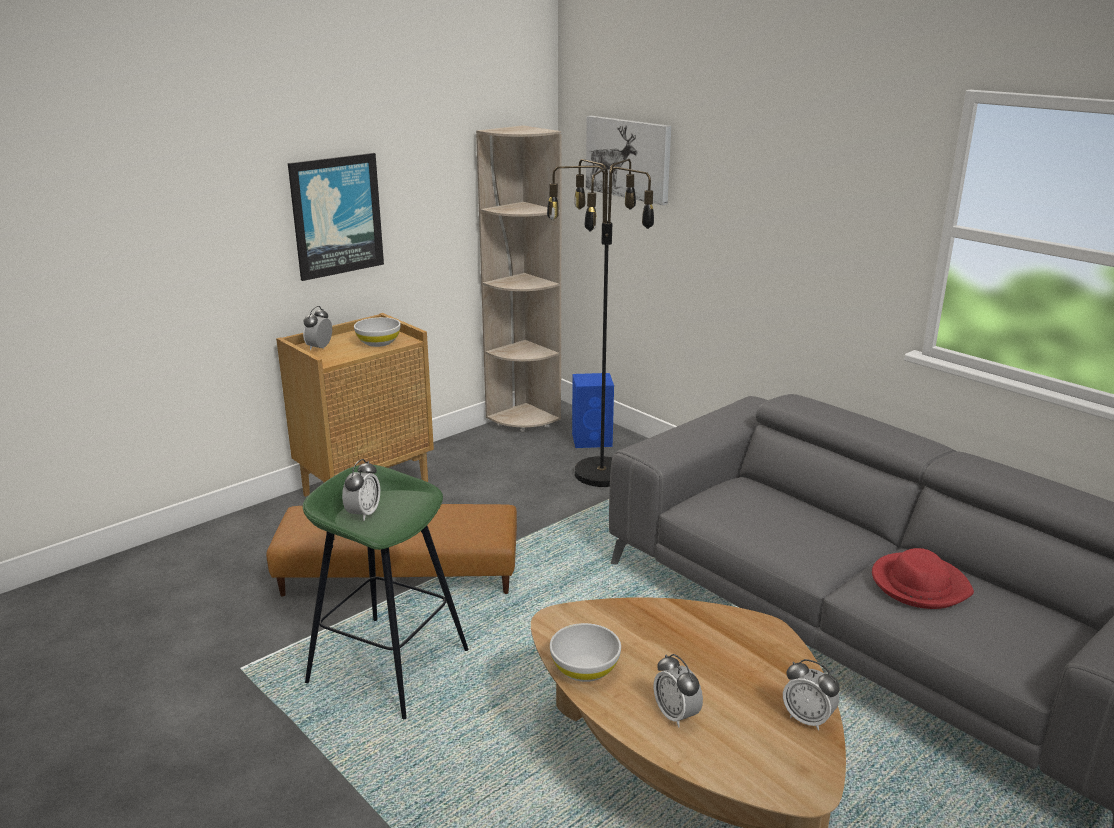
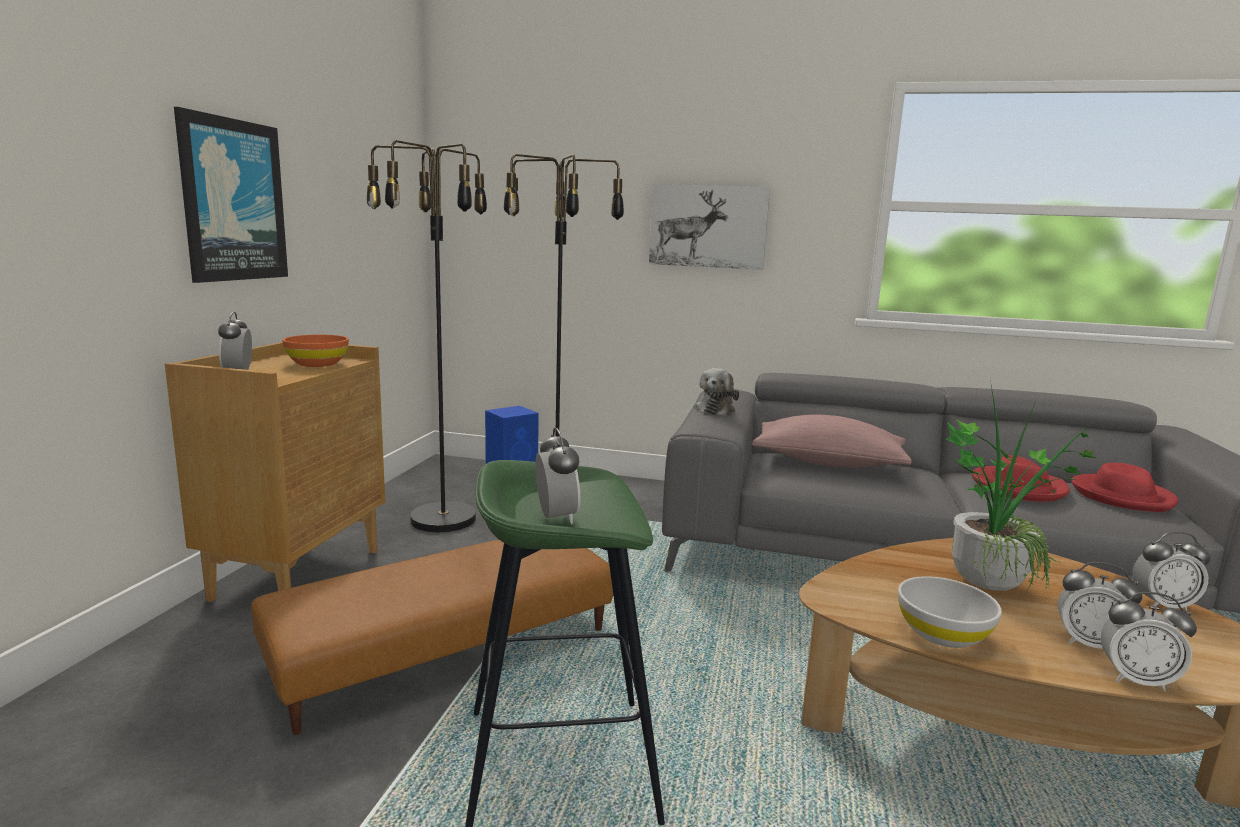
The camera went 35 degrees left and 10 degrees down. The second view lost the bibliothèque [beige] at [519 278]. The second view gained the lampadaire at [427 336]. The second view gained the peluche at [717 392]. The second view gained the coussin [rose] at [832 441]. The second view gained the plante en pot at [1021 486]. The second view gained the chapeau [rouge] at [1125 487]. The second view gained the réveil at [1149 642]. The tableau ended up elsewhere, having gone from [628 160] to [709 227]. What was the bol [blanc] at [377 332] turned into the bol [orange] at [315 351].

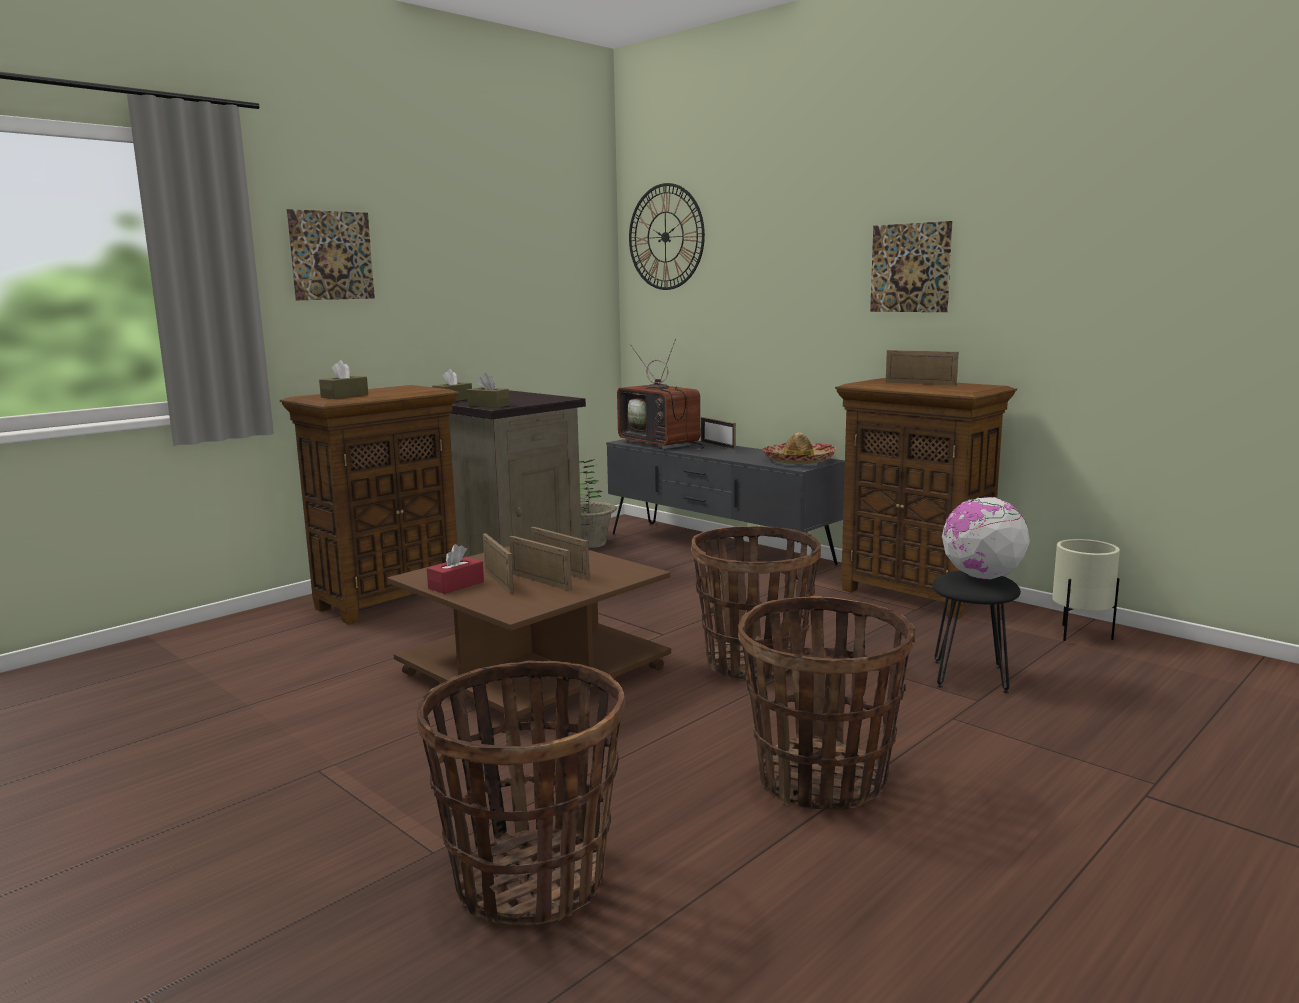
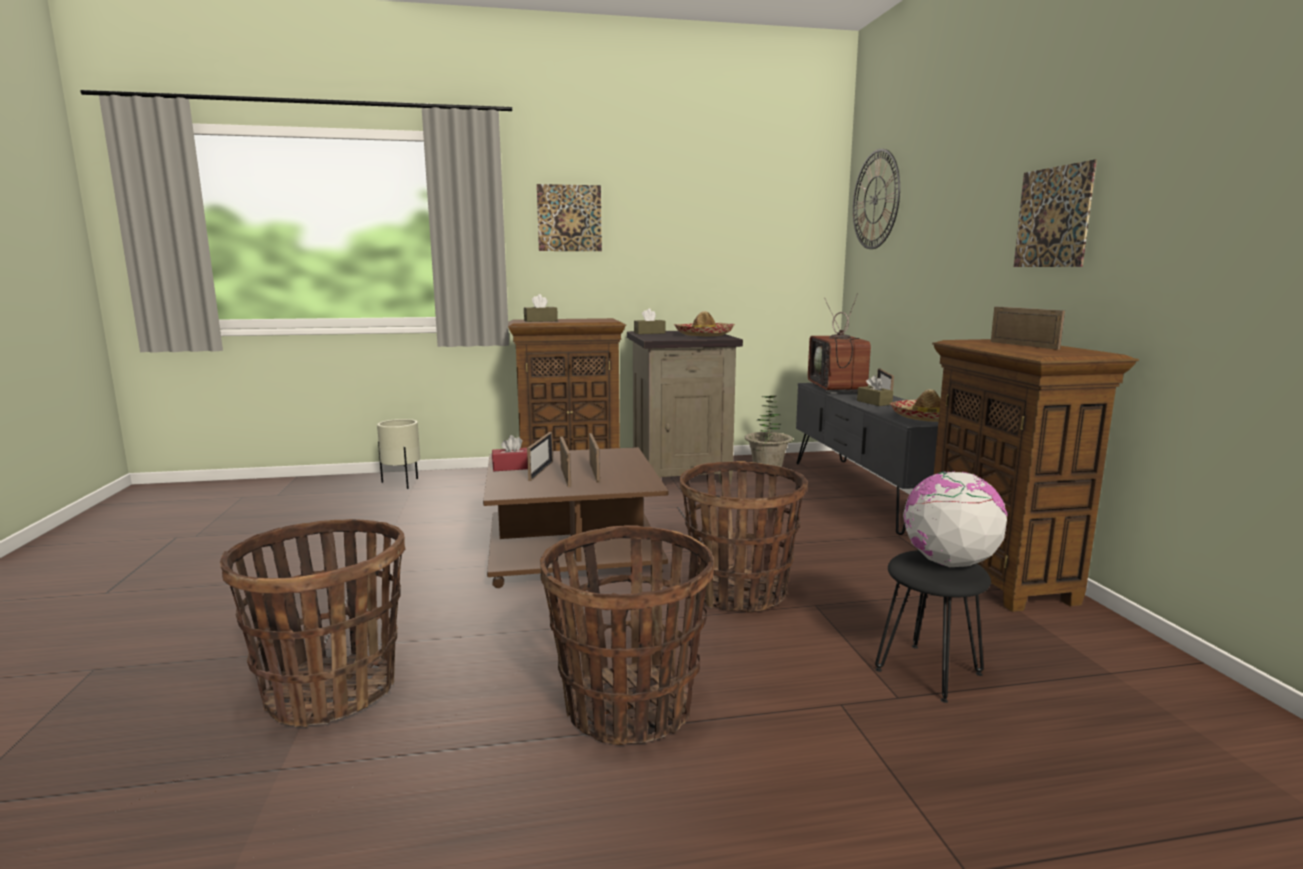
The camera went 35 degrees right and 0 degrees up. The second view gained the chapeau at [704 324]. The boîte à mouchoirs [marron] ended up elsewhere, having gone from [488 390] to [875 390]. The cache-pot [beige] ended up elsewhere, having gone from [1086 590] to [398 454].

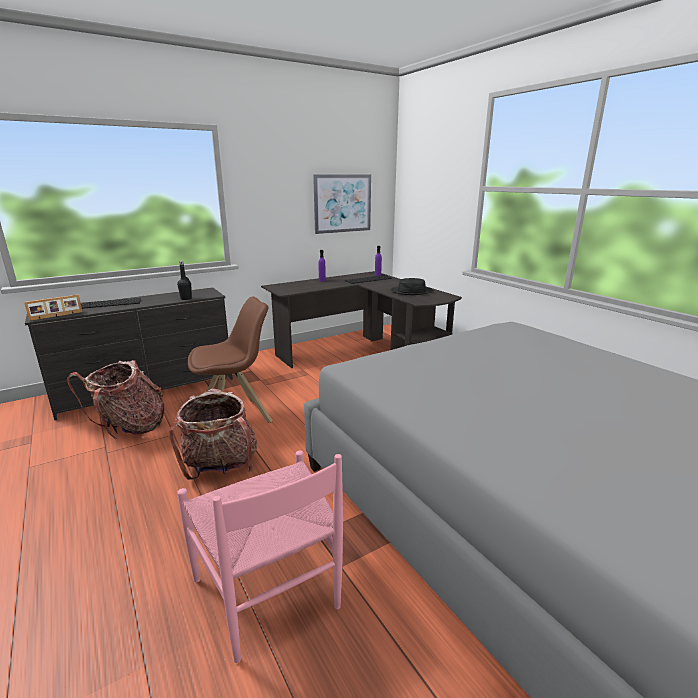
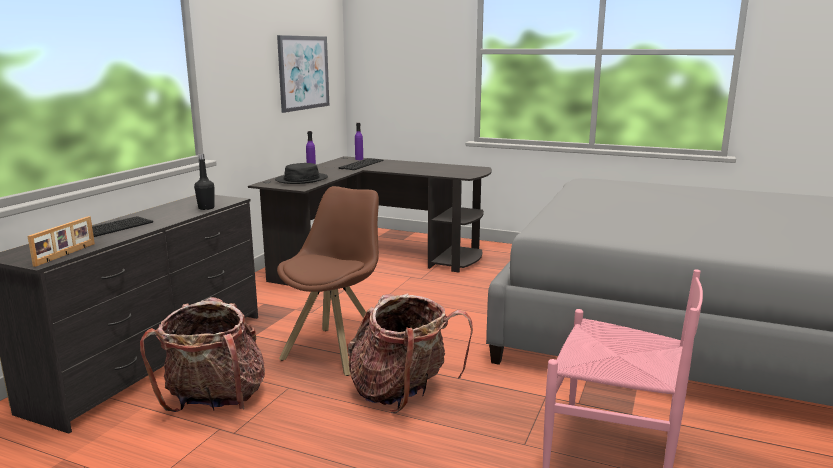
The camera went 35 degrees left and 5 degrees down. The chapeau [noir] ended up elsewhere, having gone from [412 286] to [301 173].

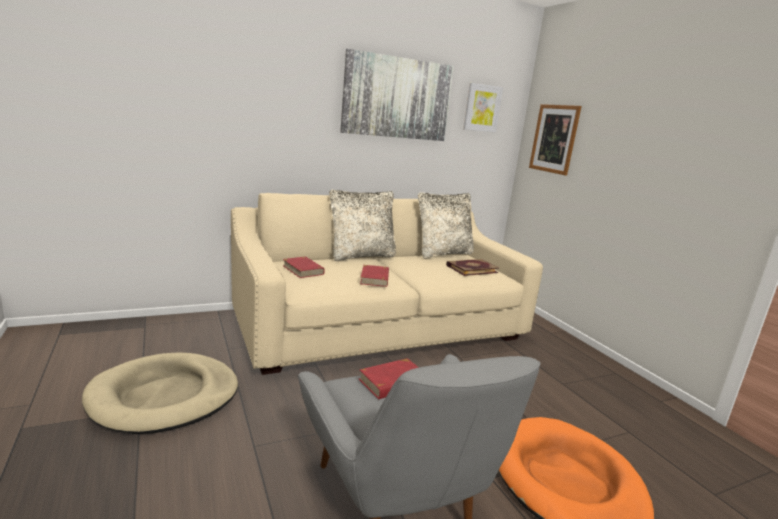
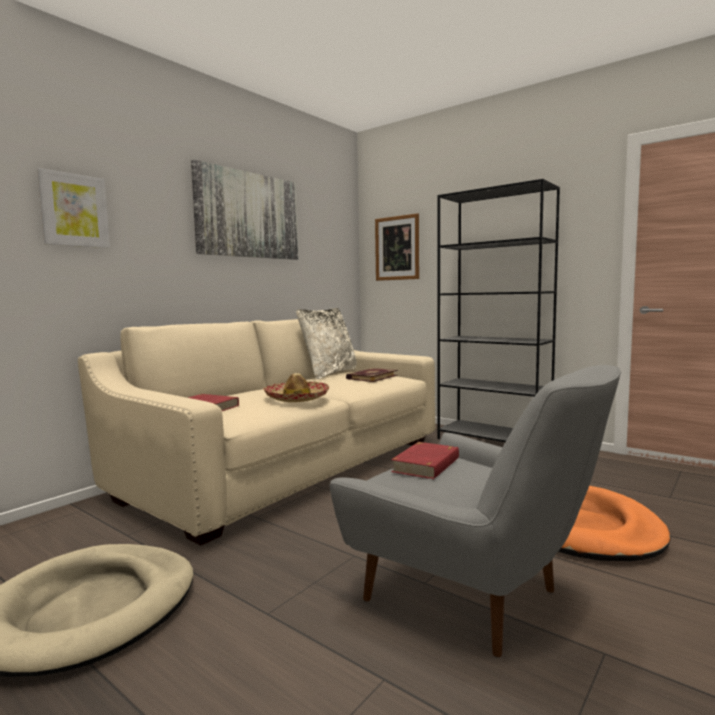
The camera went 25 degrees left and 10 degrees down. The second view lost the coussin [beige] at [362 225]. The second view gained the bibliothèque [noir] at [498 310]. The tableau ended up elsewhere, having gone from [483 107] to [73 208]. Where the livre [rouge] stood at [374 276], the chapeau came to stand at [296 387].

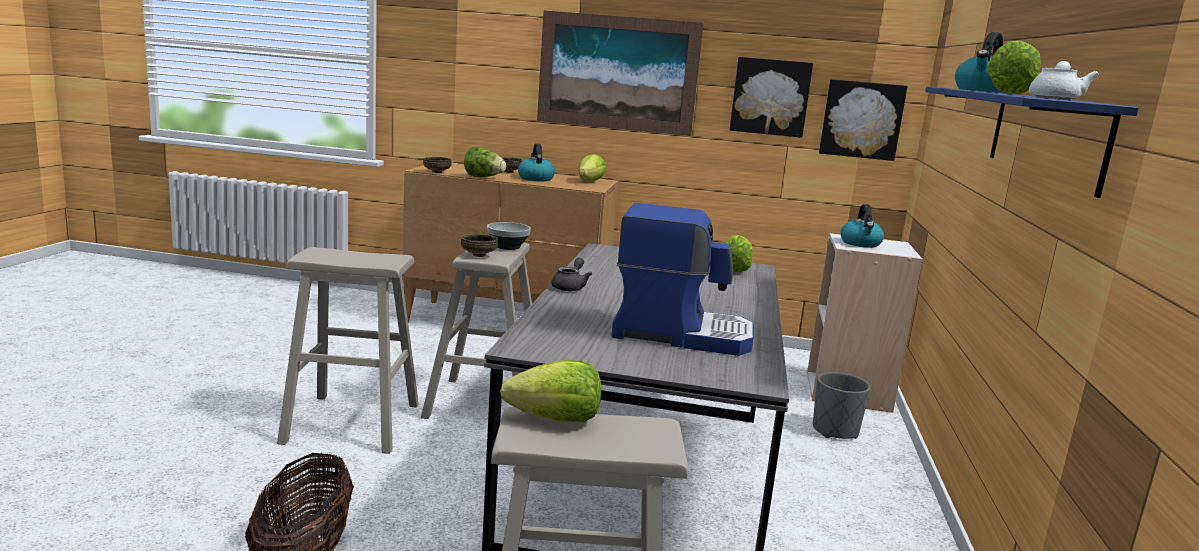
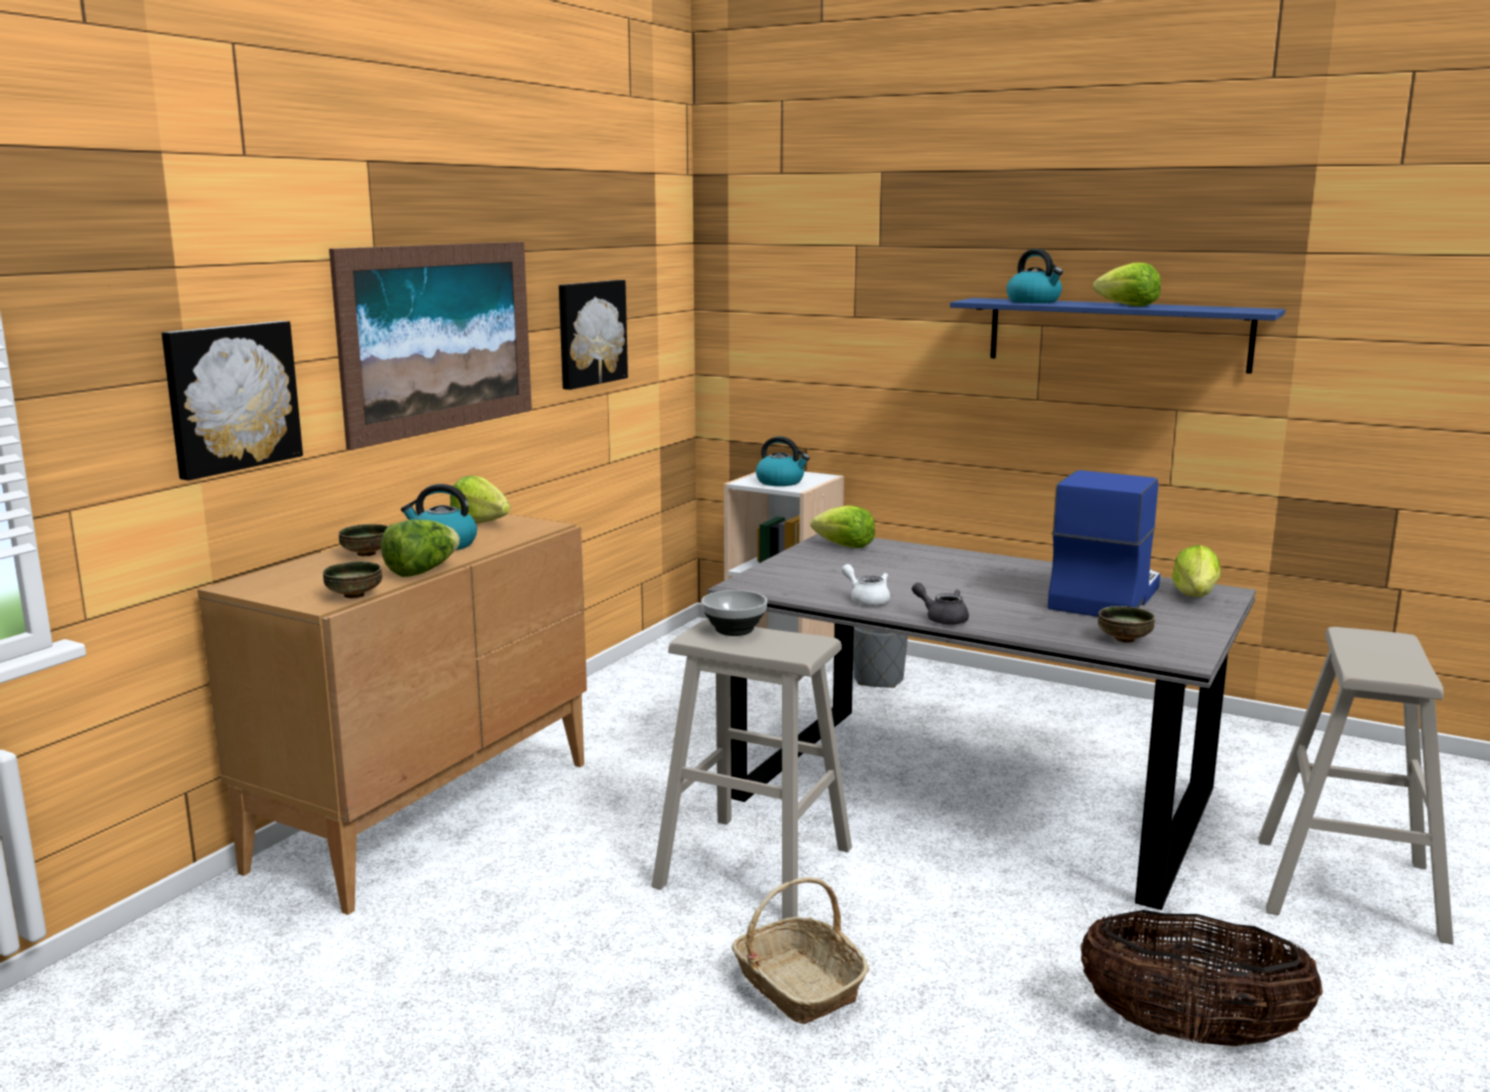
The camera went 70 degrees left and 0 degrees up. The bol ended up elsewhere, having gone from [479 245] to [1126 624]. The laitue ended up elsewhere, having gone from [550 391] to [1196 571]. The tableau ended up elsewhere, having gone from [863 120] to [232 401]. The théière [blanc] ended up elsewhere, having gone from [1064 80] to [865 585]. Where the tabouret [beige] stood at [348 350], the panier came to stand at [800 950].

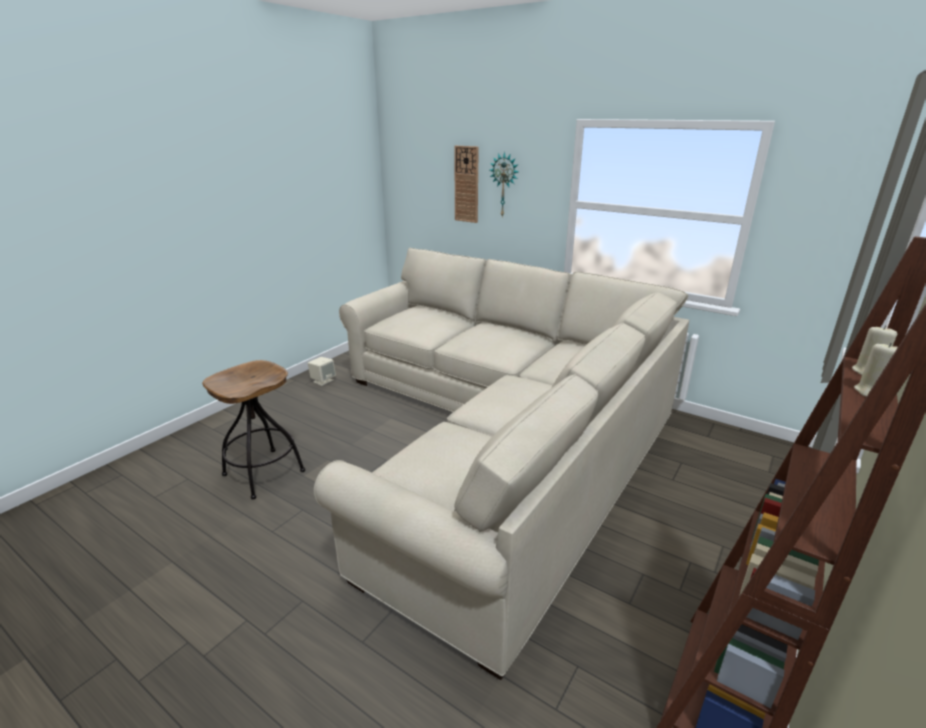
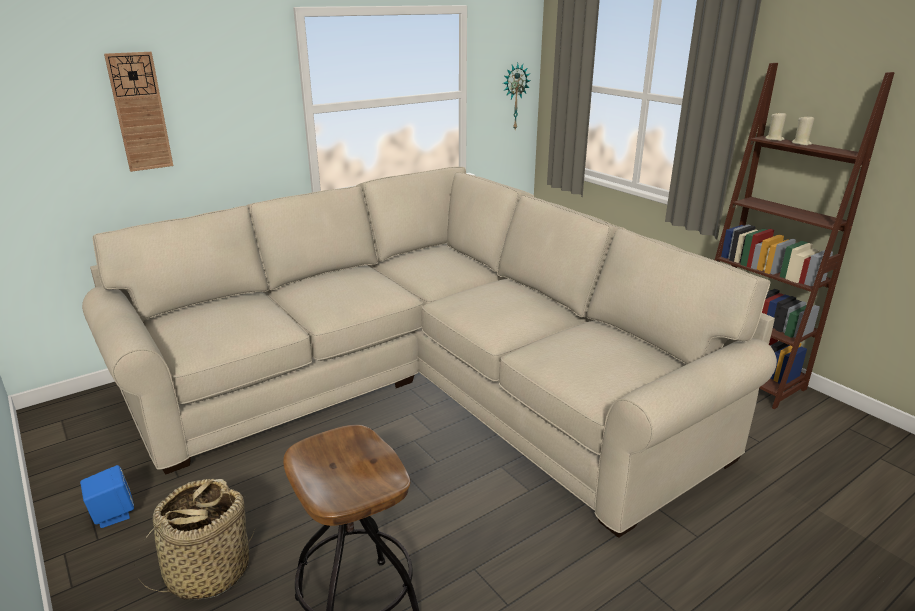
The camera went 70 degrees left and 0 degrees up. The second view gained the panier at [196 539]. The horloge murale ended up elsewhere, having gone from [504 185] to [516 96]. What was the enceinte [beige] at [322 371] turned into the enceinte [bleu] at [107 496].

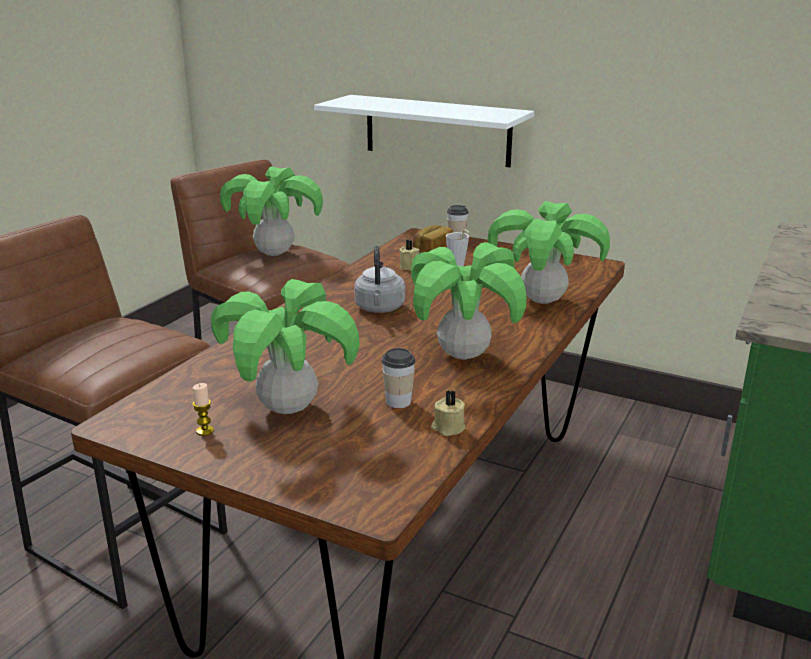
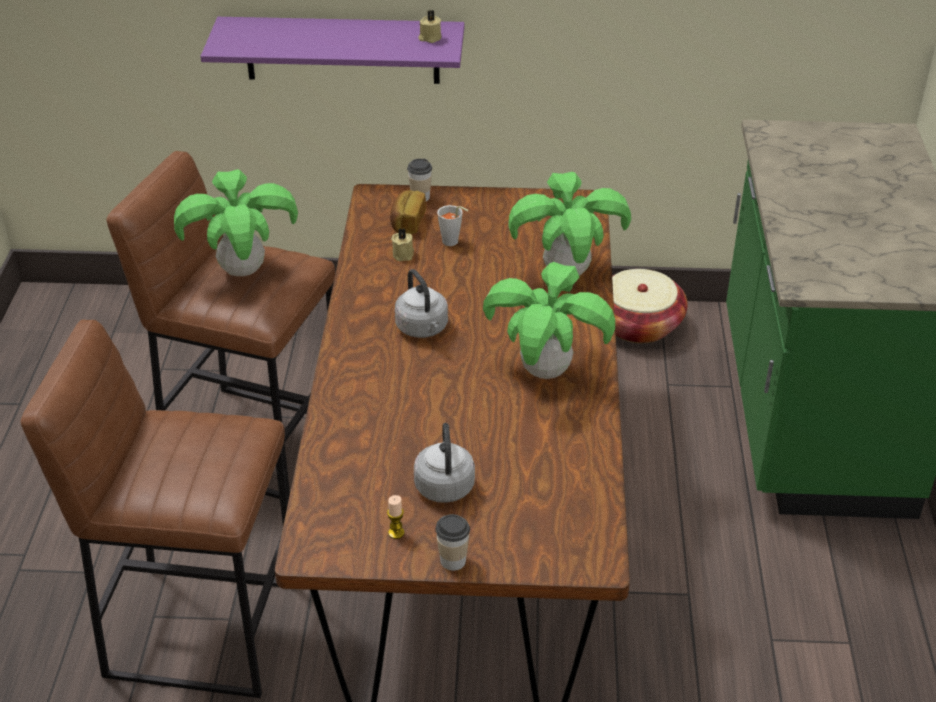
The camera went 25 degrees left and 15 degrees up. The second view gained the panier at [650 306]. The tasse ended up elsewhere, having gone from [398 378] to [453 542]. The bougie [beige] ended up elsewhere, having gone from [448 413] to [429 26]. Where the plante en pot stood at [285 346], the bouilloire [gris] came to stand at [444 463]. What was the étagère [blanc] at [424 131] turned into the étagère [violet] at [332 50].

